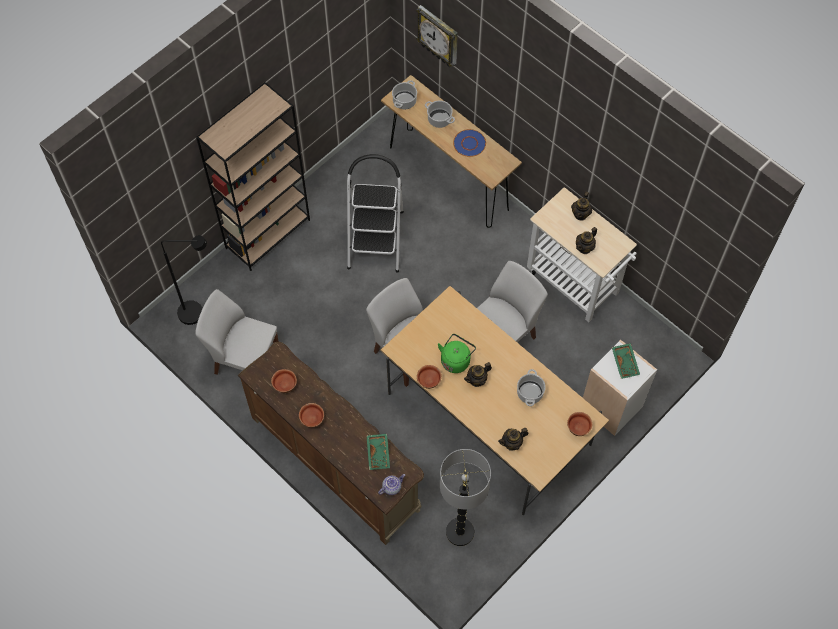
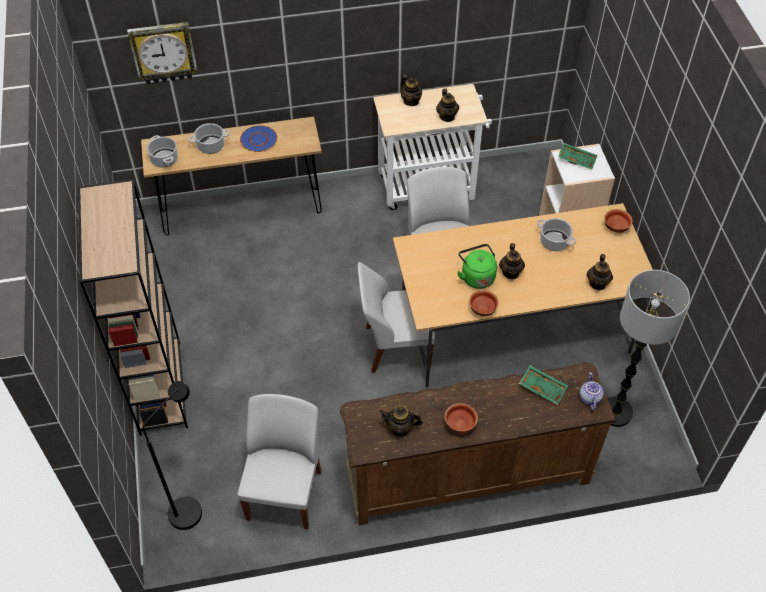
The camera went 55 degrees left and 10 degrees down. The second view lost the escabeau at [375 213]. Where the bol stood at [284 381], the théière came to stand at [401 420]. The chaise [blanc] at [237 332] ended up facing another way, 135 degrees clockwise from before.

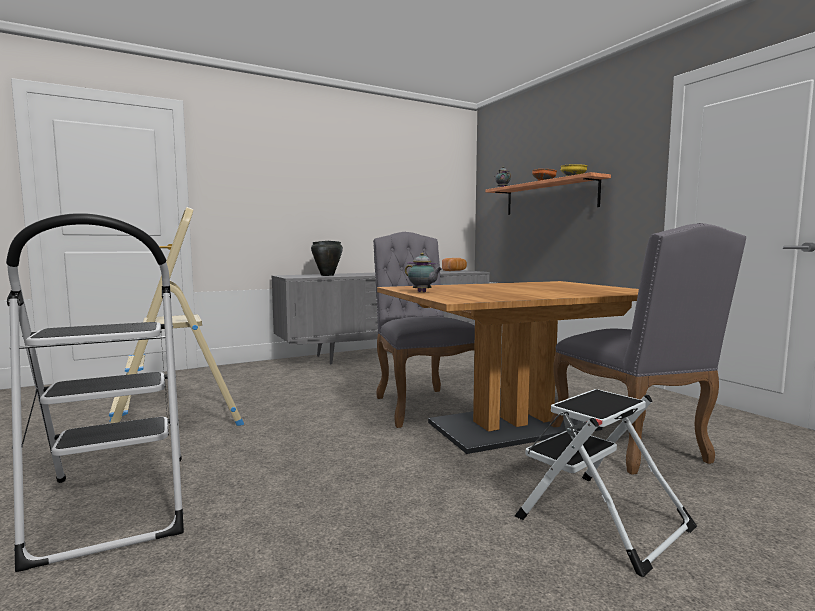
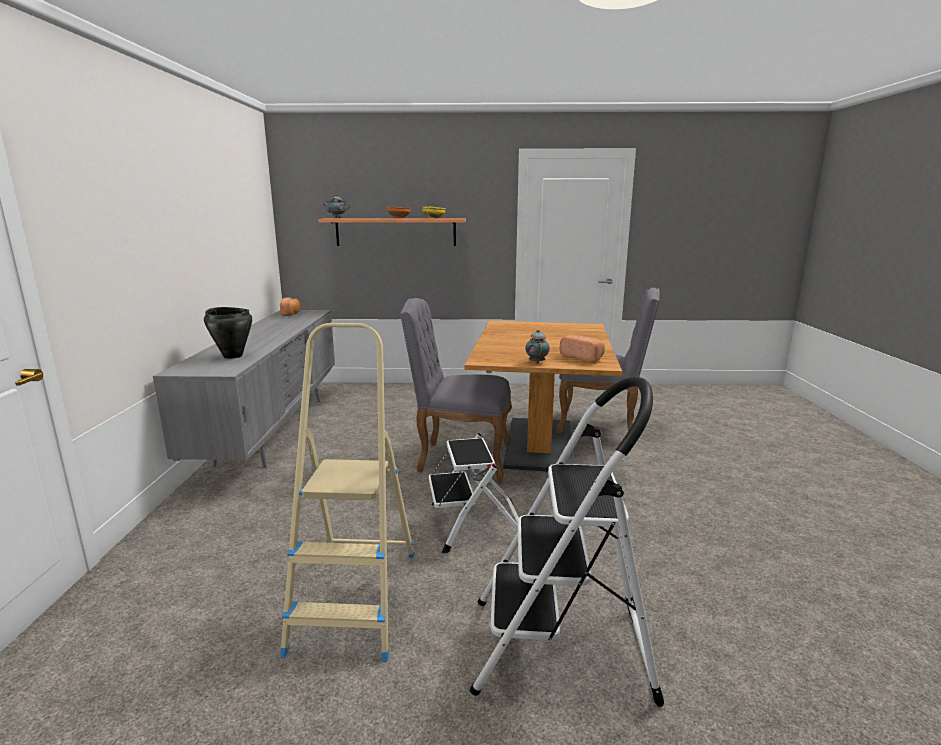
The camera went 60 degrees left and 10 degrees up. The second view gained the pain at [582 349]. The escabeau ended up elsewhere, having gone from [606 483] to [474 493]. The théière at [423 272] ended up facing another way, 75 degrees counterclockwise from before.

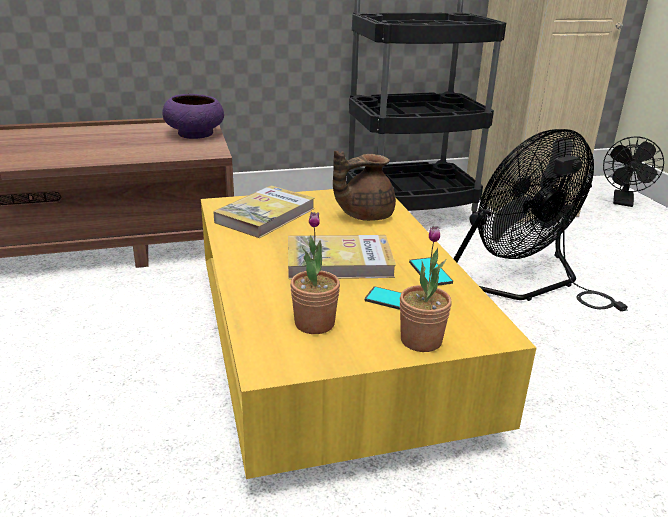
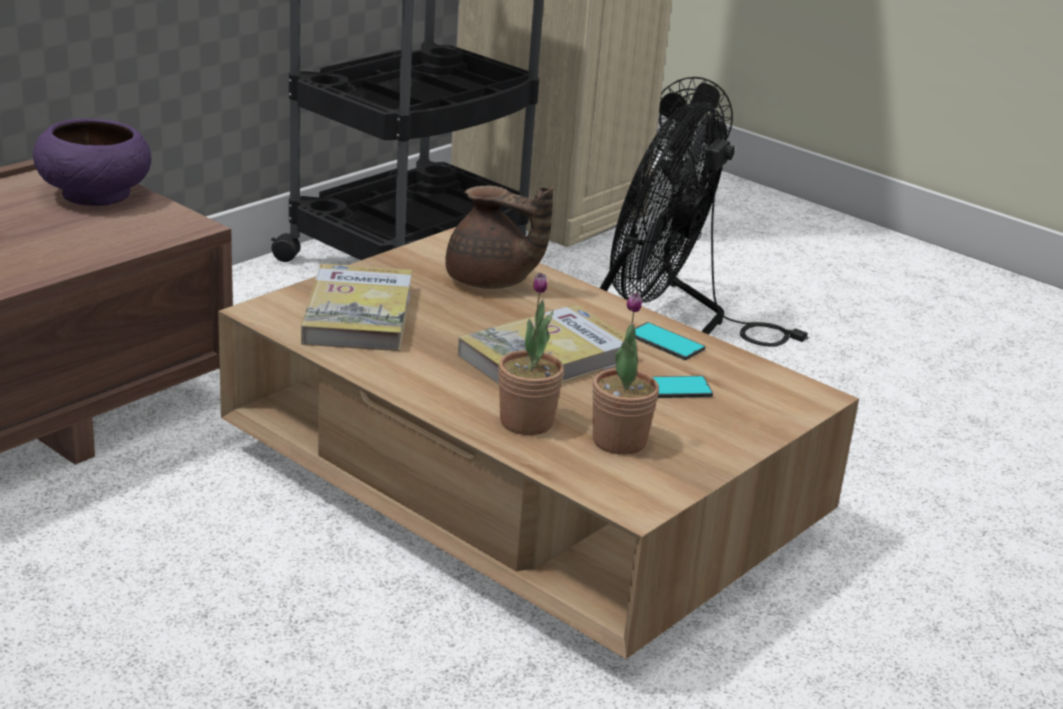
The camera went 35 degrees left and 0 degrees up. The plante en pot ended up elsewhere, having gone from [426 289] to [531 354]. What was the table basse [jaune] at [368 334] turned into the table basse [marron] at [538 443]. The théière [marron] at [364 186] ended up facing another way, 90 degrees counterclockwise from before.

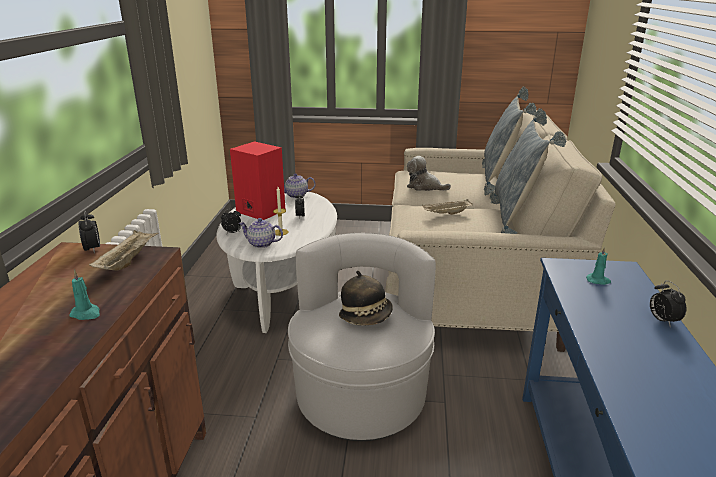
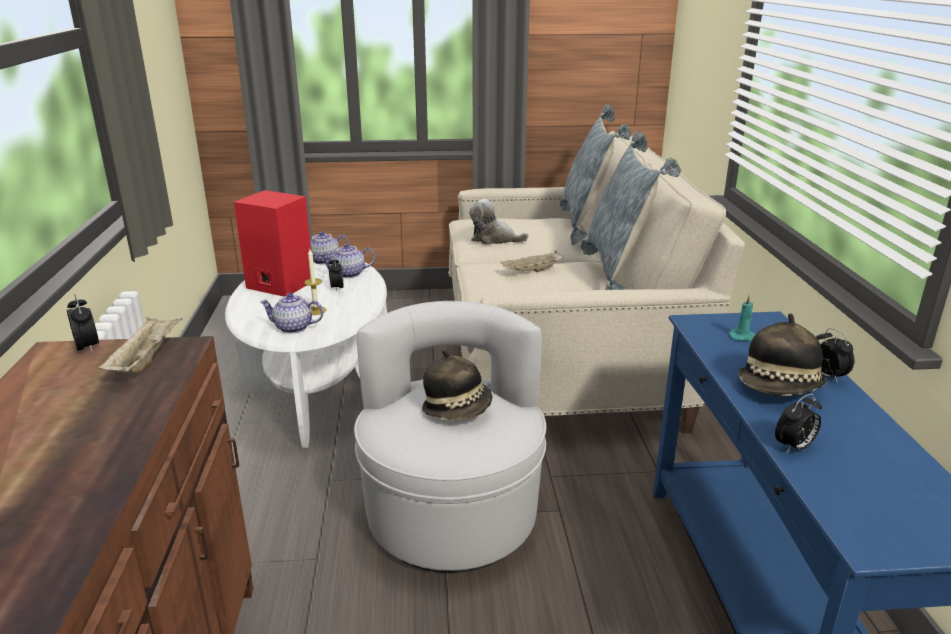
The camera went 10 degrees left and 0 degrees up. The second view lost the bougie [turquoise] at [84 295]. The second view gained the théière at [347 260]. The second view gained the chapeau at [783 354]. The réveil ended up elsewhere, having gone from [231 221] to [798 423].

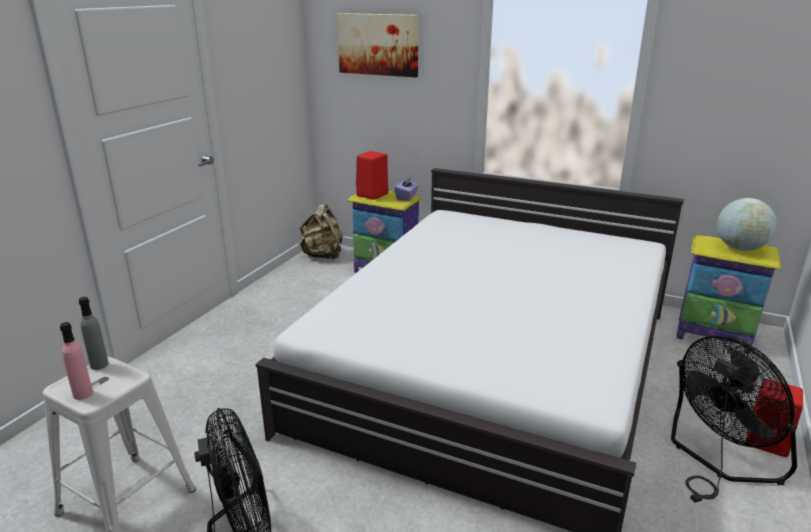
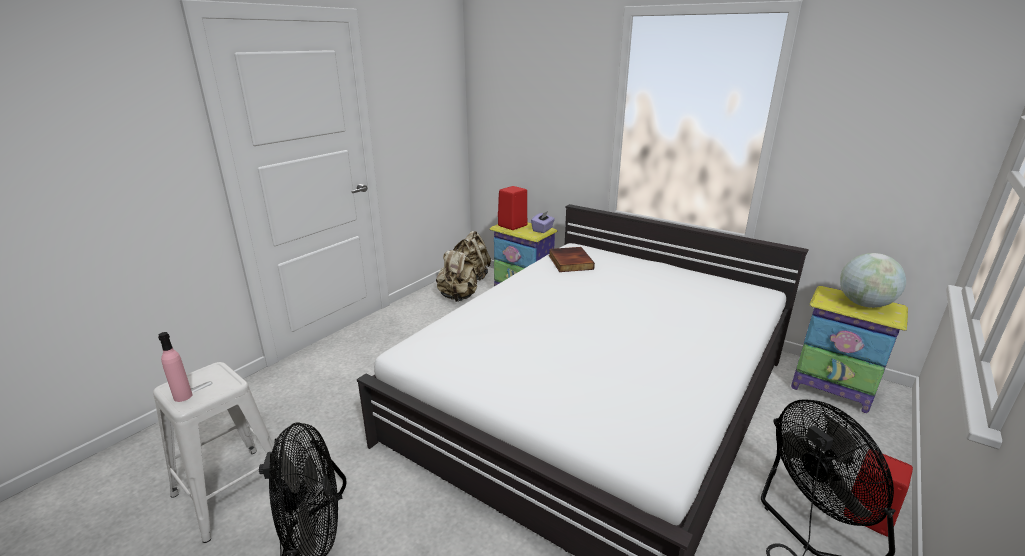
The camera went 10 degrees right and 0 degrees up. The second view lost the bouteille [gris] at [94 333]. The second view lost the tableau at [378 45]. The second view gained the sac à dos [beige] at [456 273]. The second view gained the livre at [572 259].

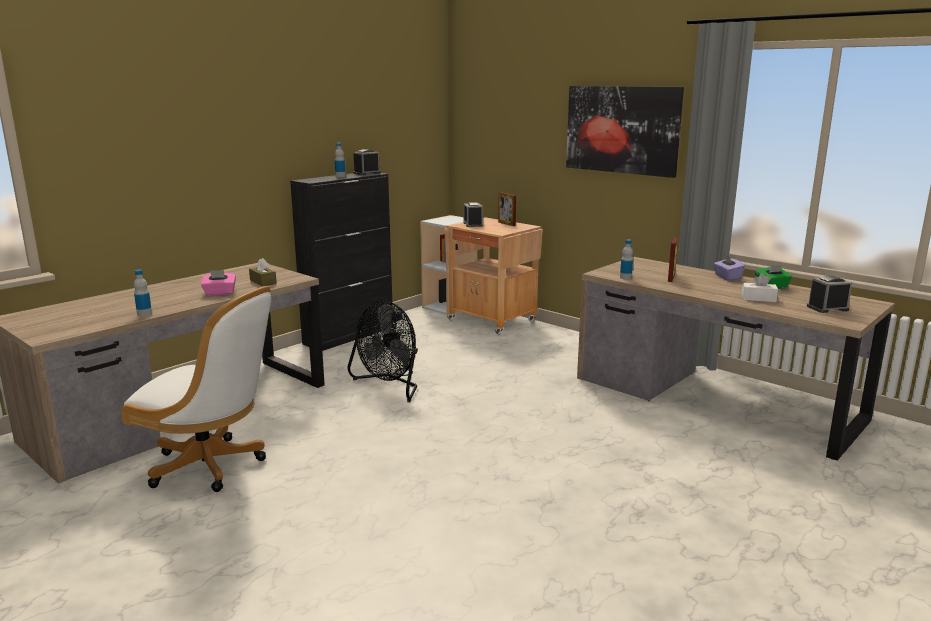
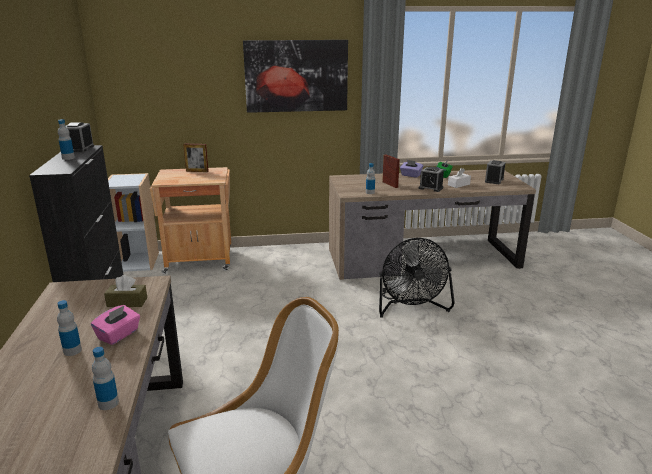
The camera went 50 degrees left and 5 degrees up. The second view gained the bouteille at [69 328]. The ventilateur [noir] ended up elsewhere, having gone from [383 351] to [417 278]. The réveil ended up elsewhere, having gone from [473 214] to [431 179].

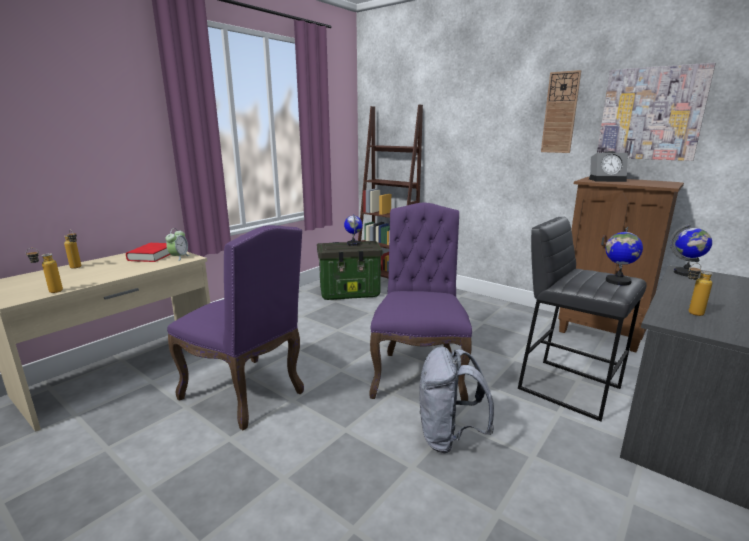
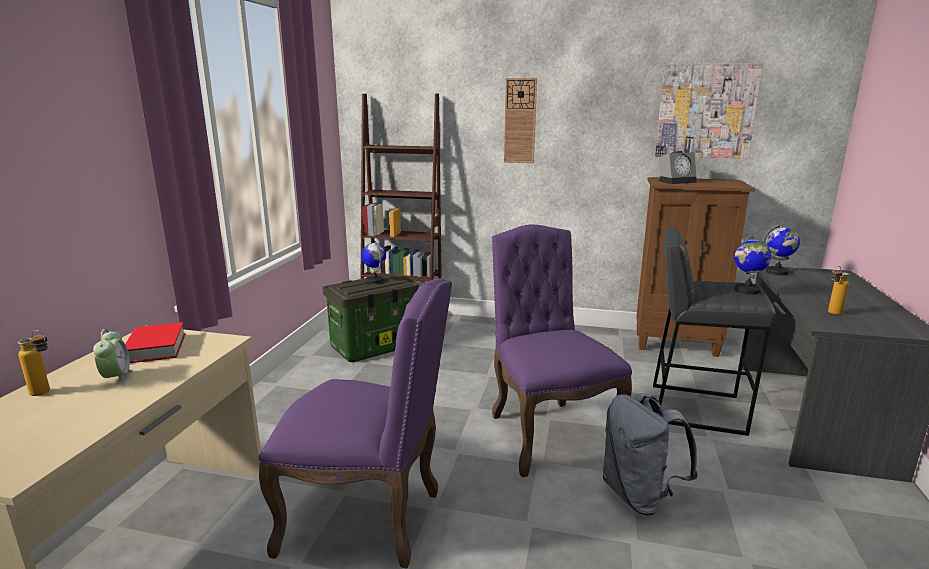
The camera went 25 degrees left and 0 degrees up. The second view lost the bouteille at [44 270]. The réveil ended up elsewhere, having gone from [178 244] to [113 357]. The horloge murale ended up elsewhere, having gone from [561 111] to [520 120].

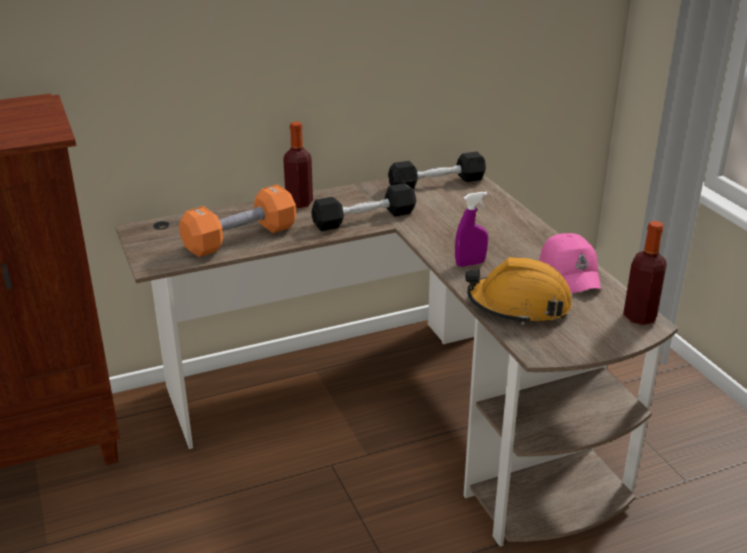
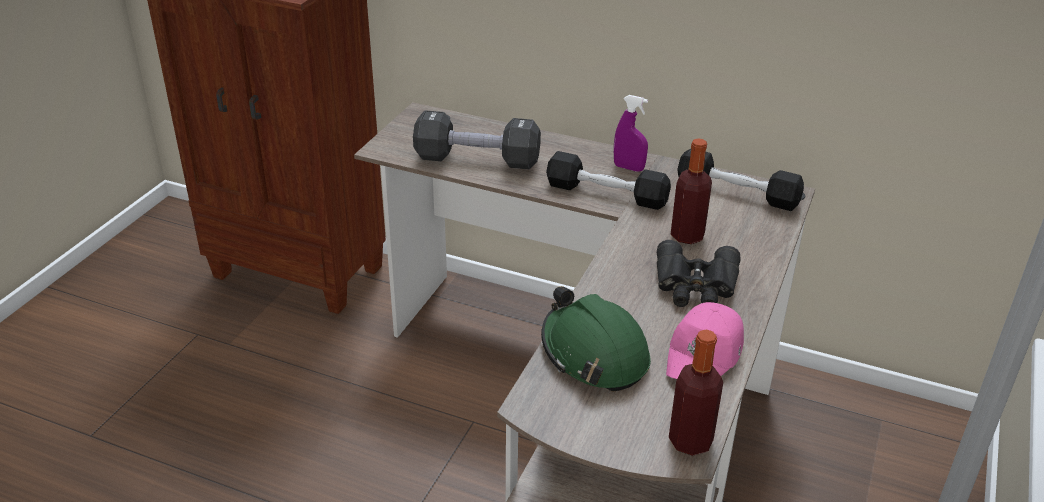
The camera went 45 degrees right and 5 degrees up. The second view gained the jumelles [noir] at [698 273]. The bouteille ended up elsewhere, having gone from [298 165] to [691 191]. The vaporisateur [violet] ended up elsewhere, having gone from [471 229] to [631 133]. What was the haltère [orange] at [237 220] turned into the haltère [noir] at [477 139]. What was the casque de chantier [orange] at [518 291] turned into the casque de chantier [vert] at [596 339].

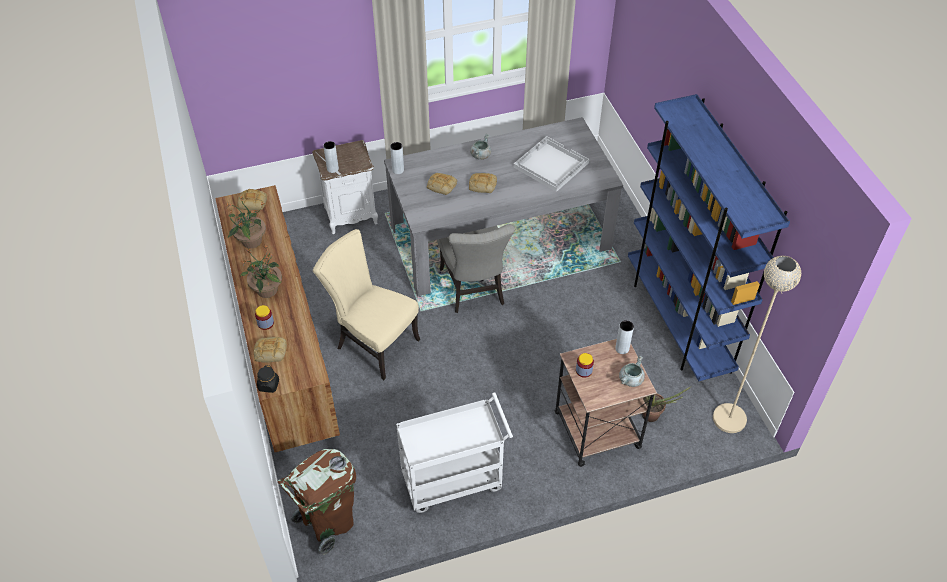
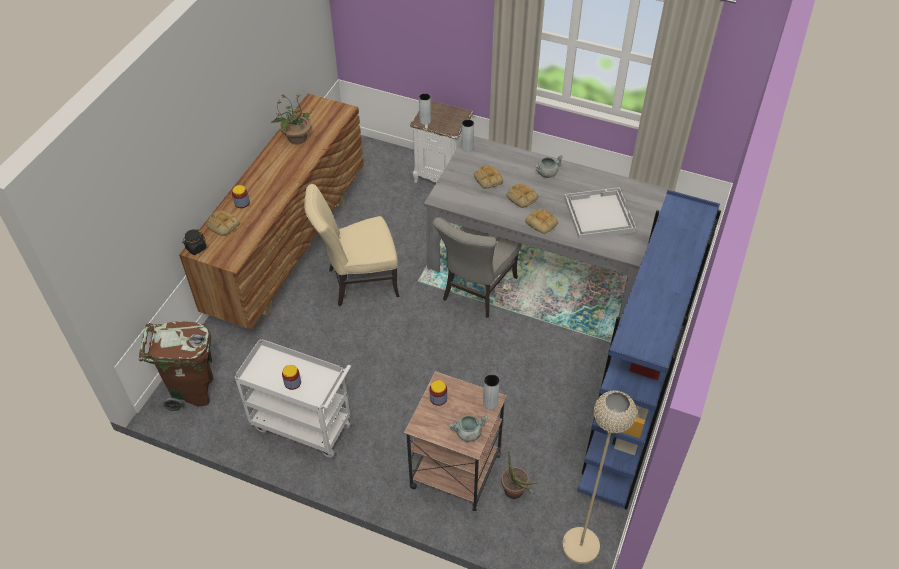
The camera went 40 degrees right and 0 degrees up. The second view lost the plante en pot at [261 271]. The second view gained the bocal at [291 377]. The pain ended up elsewhere, having gone from [252 199] to [541 221]. The chaise [beige] at [366 304] ended up facing another way, 90 degrees counterclockwise from before.

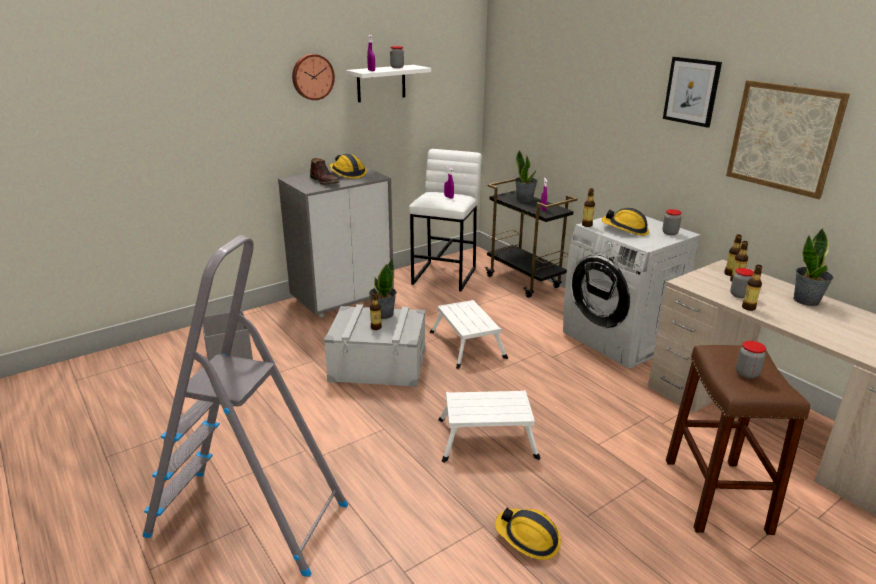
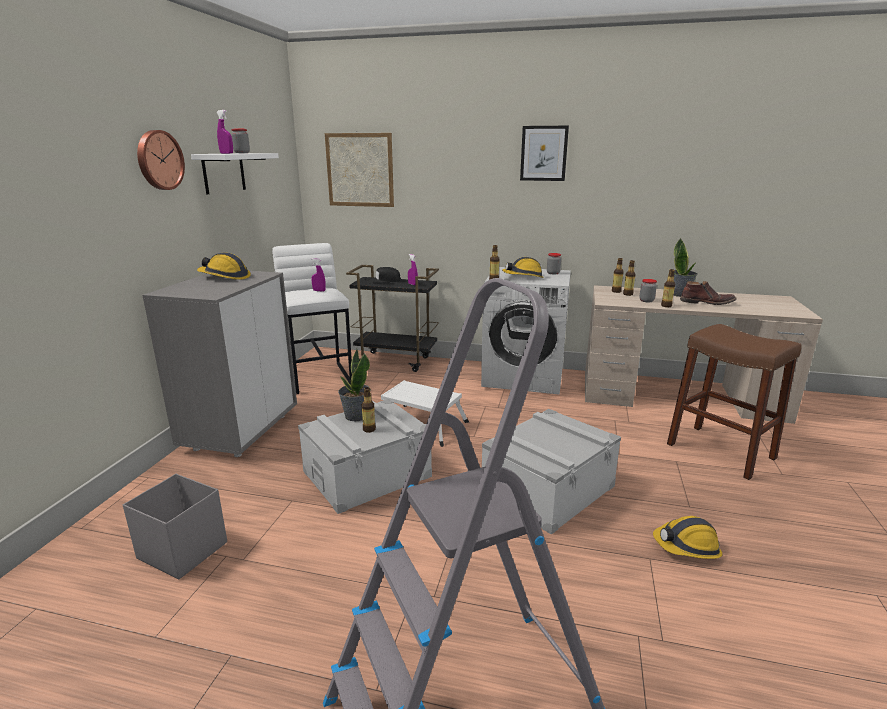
The camera went 40 degrees left and 5 degrees down. The second view lost the bocal at [751 360]. The botte [marron] ended up elsewhere, having gone from [324 171] to [708 293]. The tableau ended up elsewhere, having gone from [788 139] to [359 169]. Where the escabeau [blanc] stood at [489 426], the boîte de rangement [gris] came to stand at [551 472]. Where the plante en pot stood at [526 176], the casquette [noir] came to stand at [384 275].

